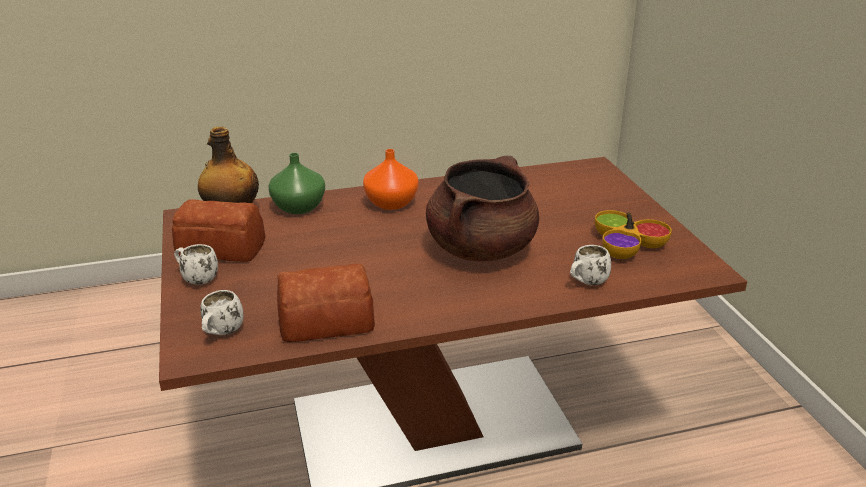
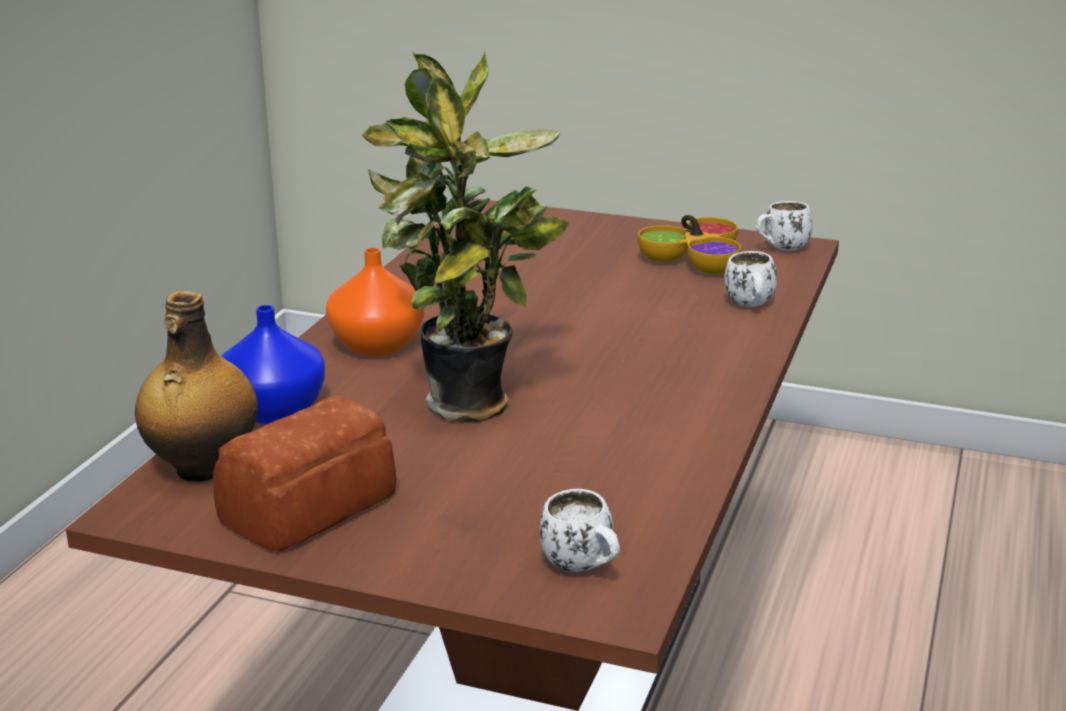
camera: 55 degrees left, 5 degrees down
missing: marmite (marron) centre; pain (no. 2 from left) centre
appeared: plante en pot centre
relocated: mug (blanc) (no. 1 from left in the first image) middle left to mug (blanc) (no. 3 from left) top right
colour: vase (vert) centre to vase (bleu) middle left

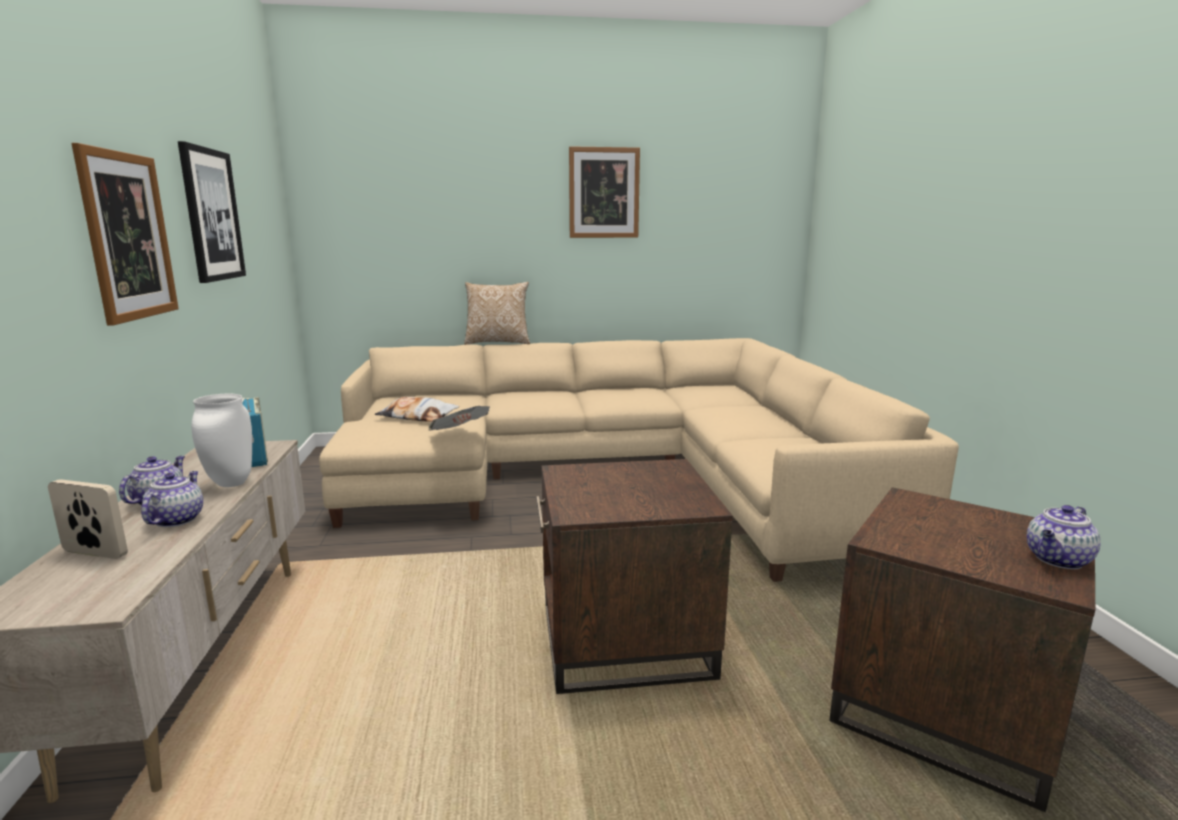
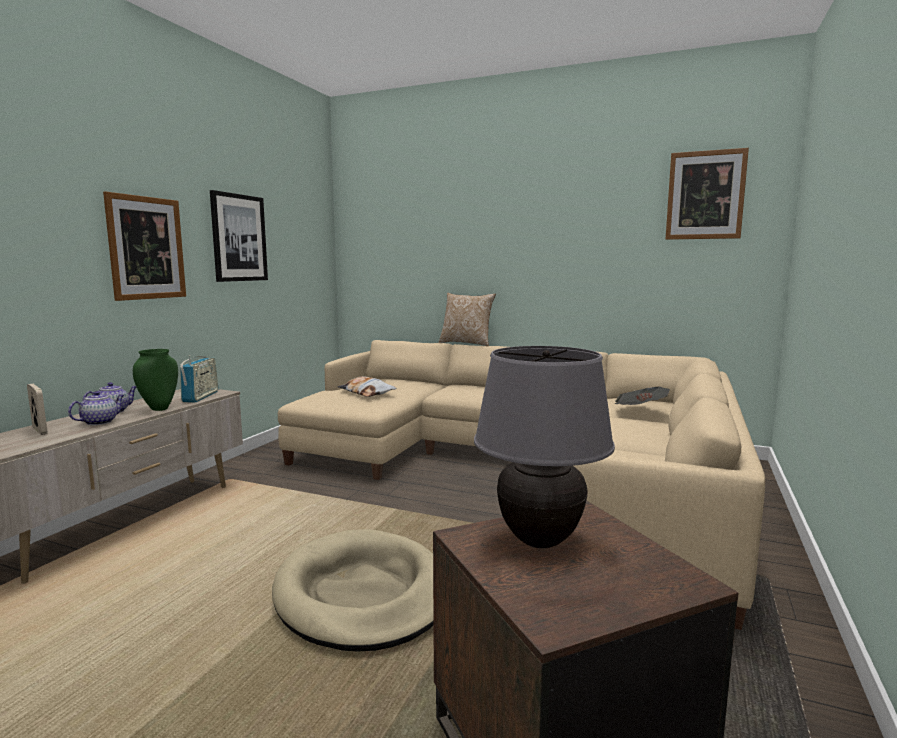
camera: 30 degrees right, 5 degrees down
missing: théière (no. 3 from left) middle right
appeared: lampe de table (gris) centre
relocated: tableau (no. 3 from left) top centre to top right; journal centre to middle right
exchanged: table d'appoint (marron) (no. 1 from left) bottom centre to panier pour chien (beige) bottom centre
colour: vase (blanc) middle left to vase (vert) middle left

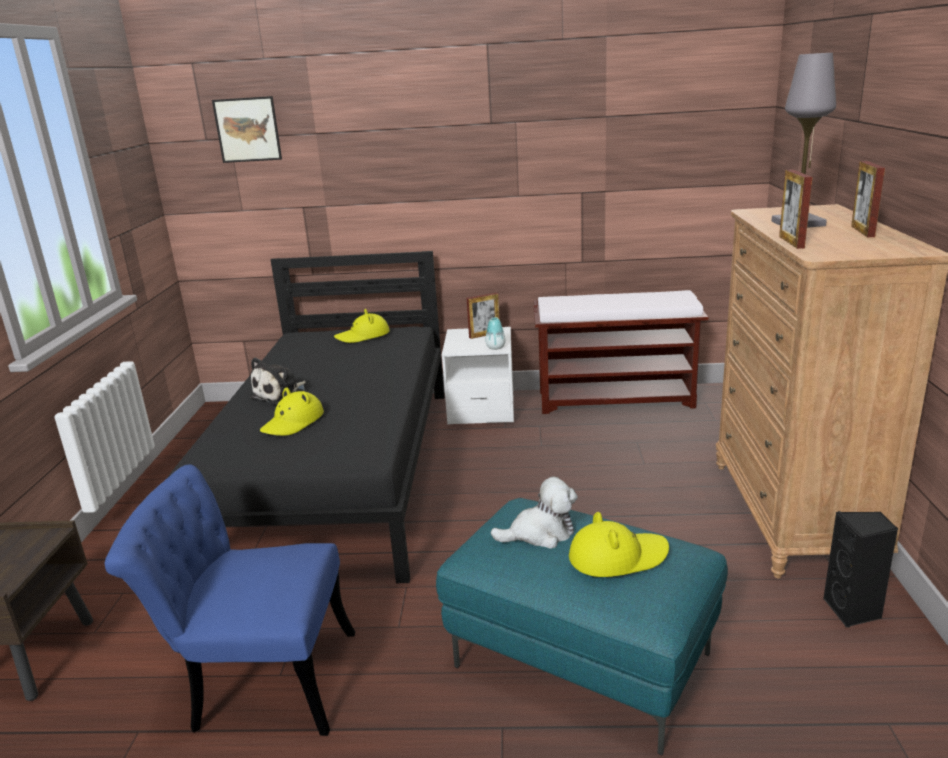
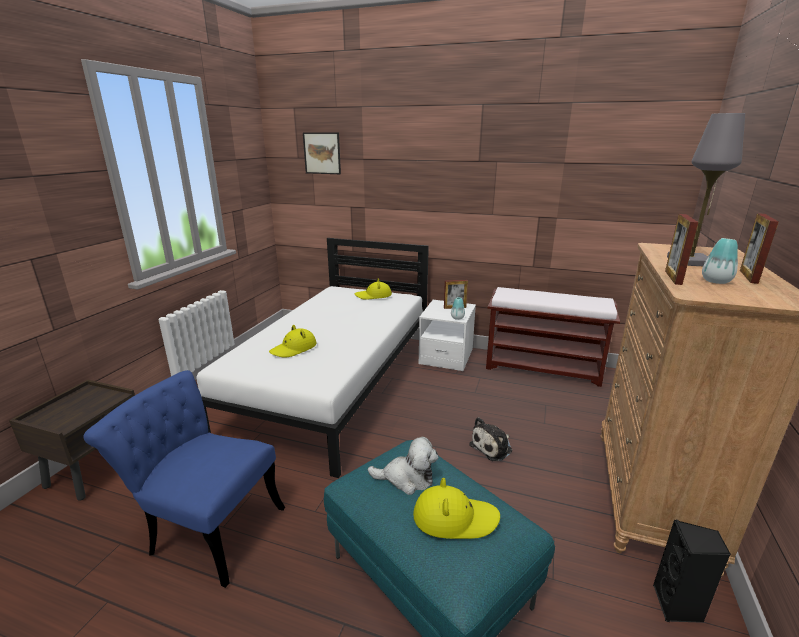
camera: 15 degrees right, 0 degrees up
appeared: vase (no. 2 from left) middle right
relocated: peluche (no. 1 from left in the first image) middle left to peluche (no. 2 from left) bottom centre
colour: lit (noir) middle left to lit (blanc) centre

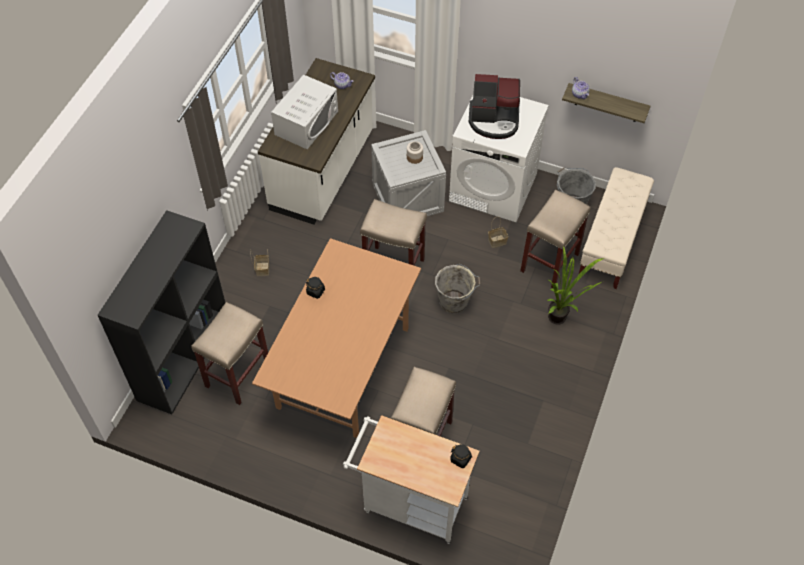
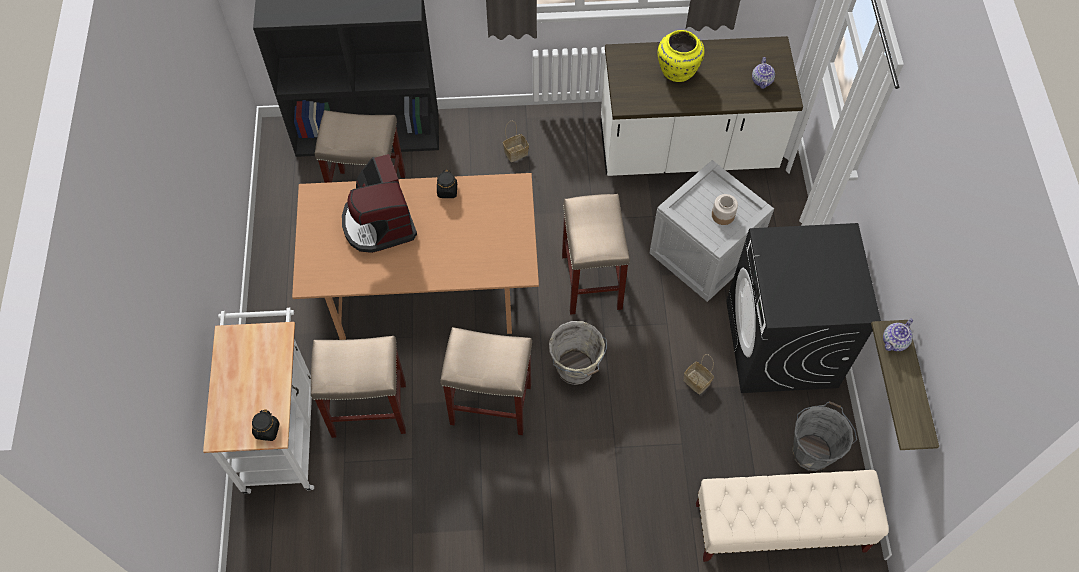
camera: 65 degrees right, 5 degrees up
missing: plante en pot middle right
relocated: machine à café top centre to centre; tabouret (beige) (no. 4 from left in the first image) middle right to tabouret (beige) (no. 3 from left) centre
exchanged: micro-ondes (blanc) top centre to vase (jaune) top centre
colour: lave-linge (blanc) top centre to lave-linge (noir) middle right

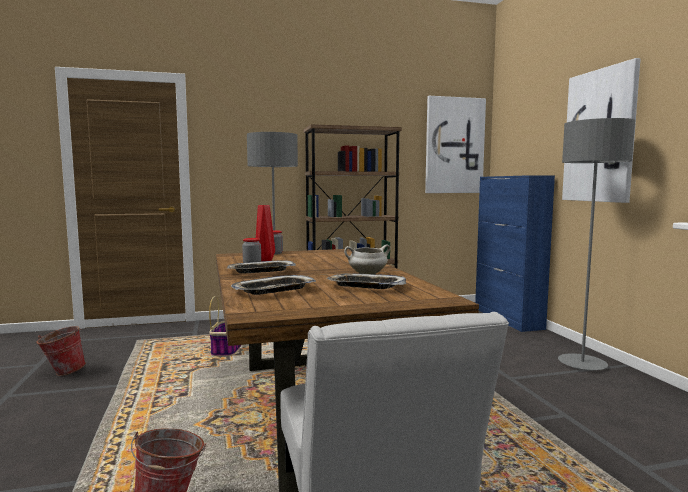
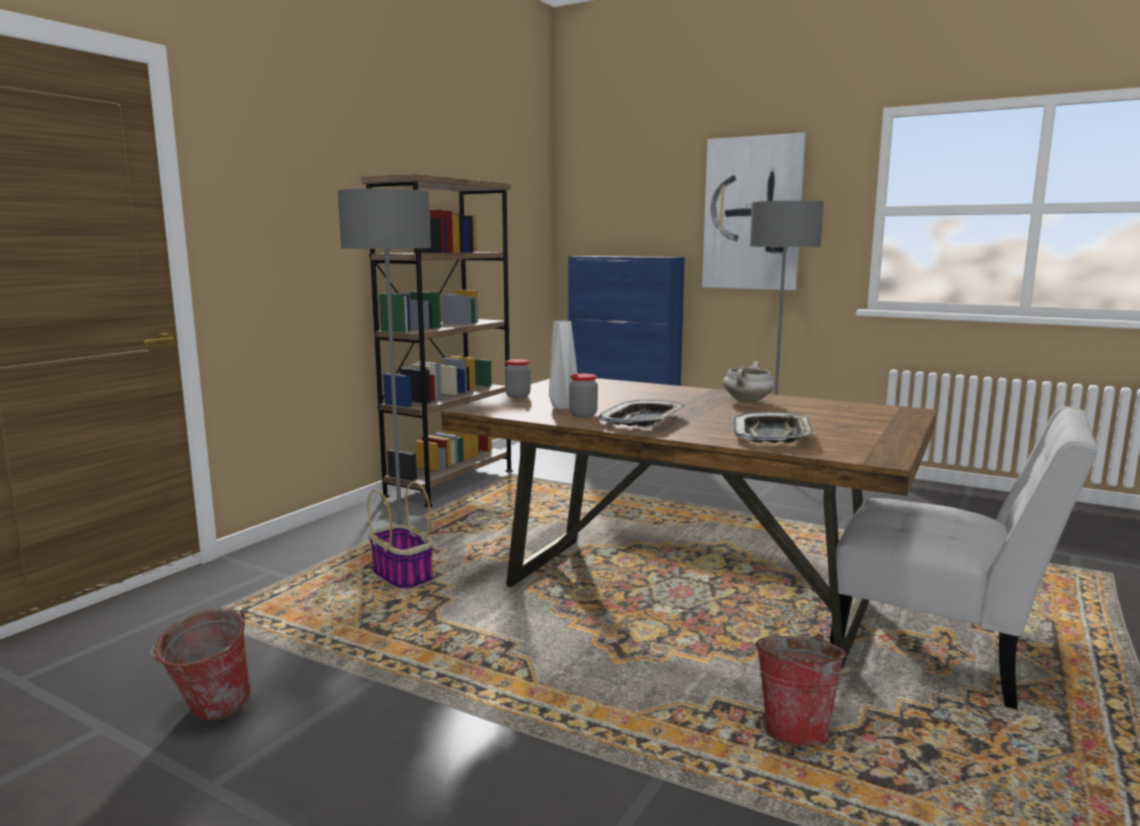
camera: 45 degrees left, 5 degrees up
missing: tableau (no. 1 from left) top centre; plateau (no. 3 from left) centre
colour: vase (rouge) centre to vase (gris) centre

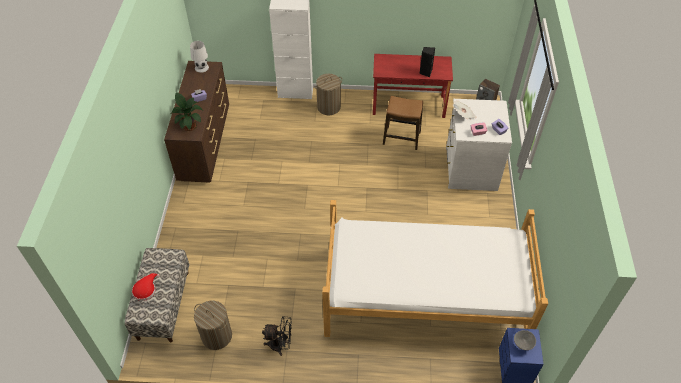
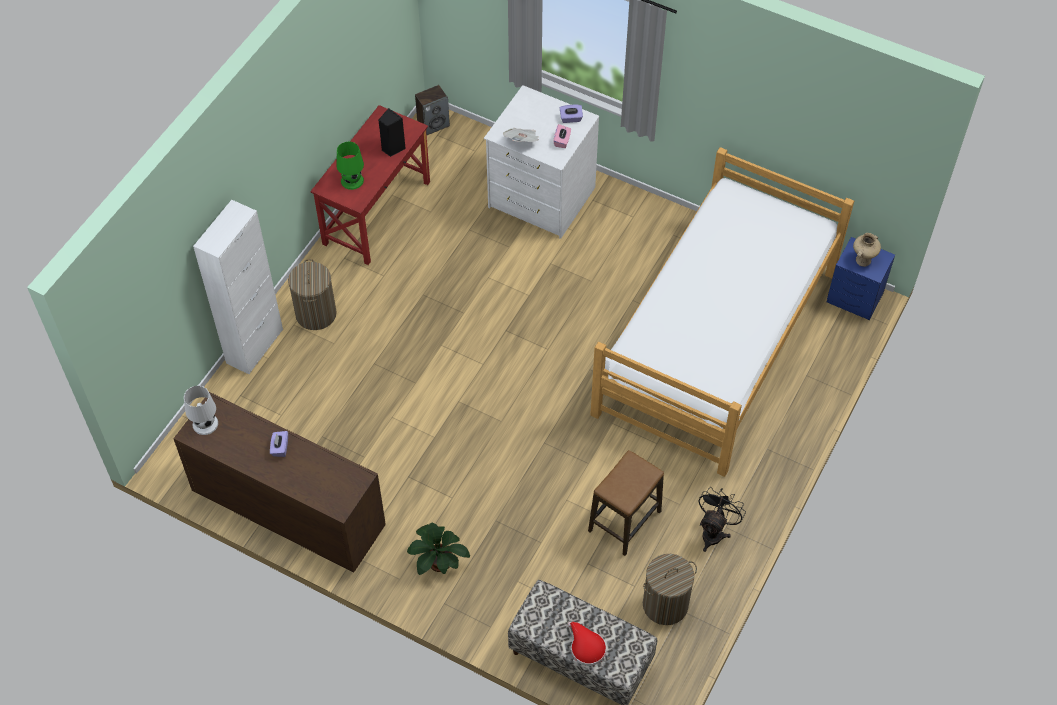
camera: 65 degrees left, 5 degrees up
appeared: lampe de table (vert) top left
relocated: plante en pot top left to bottom centre; tabouret top centre to bottom centre
exchanged: bol (gris) bottom right to vase (beige) middle right

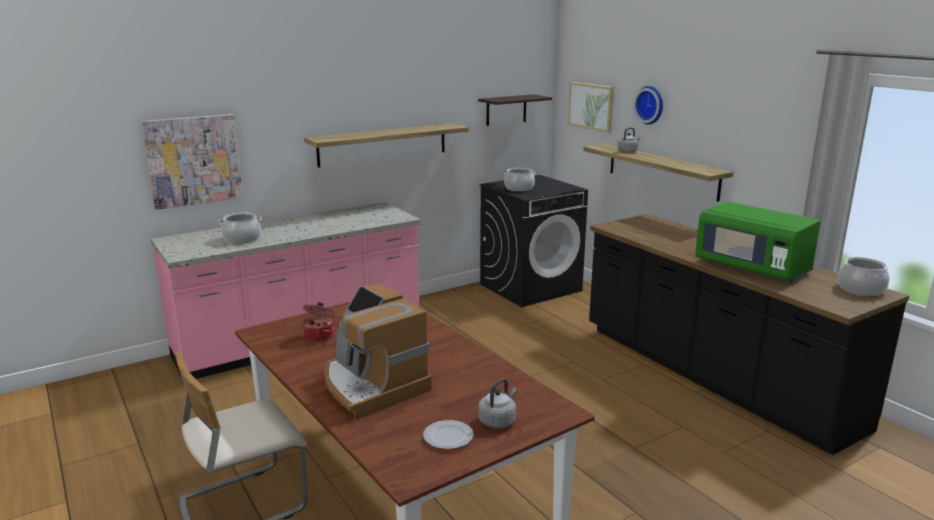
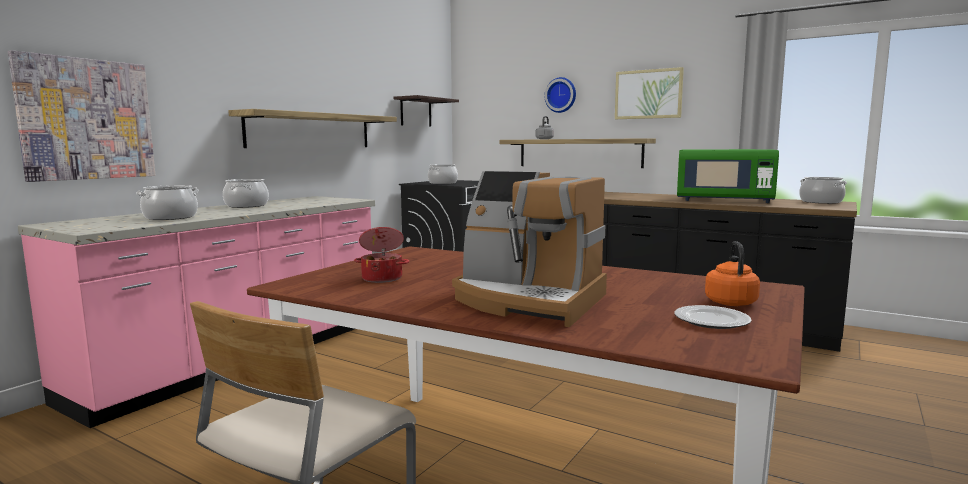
camera: 25 degrees left, 10 degrees down
appeared: marmite (no. 2 from left) middle left
relocated: tableau (no. 2 from left) top centre to top right
colour: bouilloire (gris) (no. 1 from left) bottom centre to bouilloire (orange) middle right

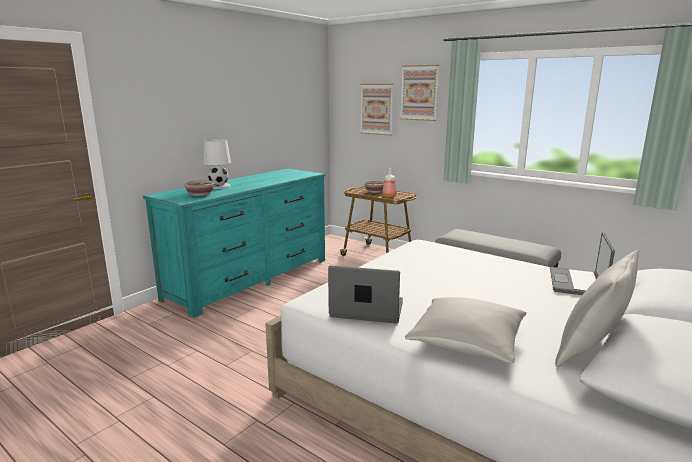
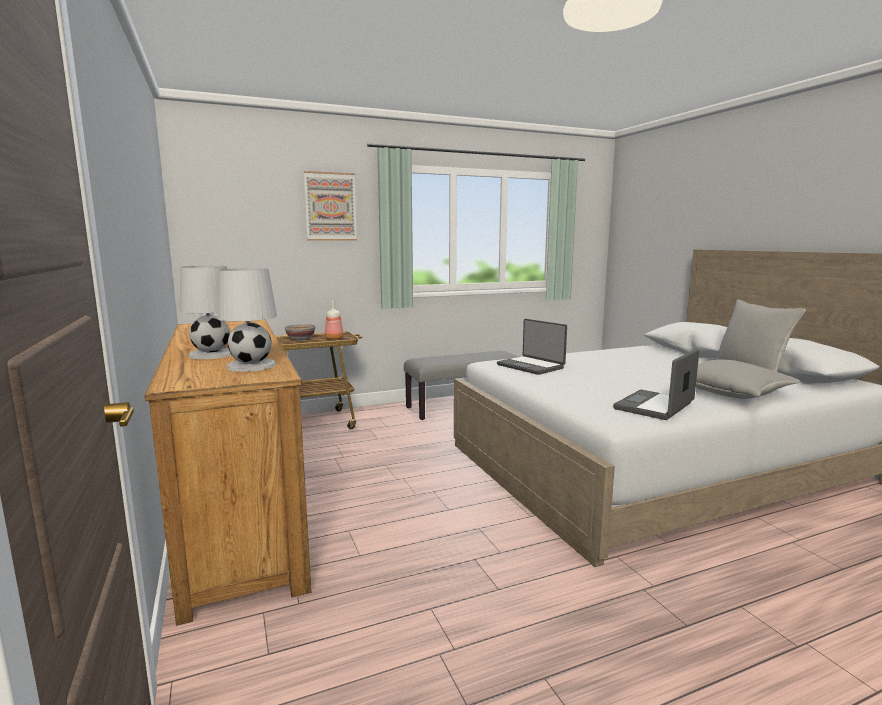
camera: 60 degrees left, 5 degrees down
missing: tableau (no. 1 from left) top centre
relocated: ordinateur portable (no. 2 from left in the first image) middle right to ordinateur portable (no. 1 from left) centre
exchanged: bol (no. 1 from left) middle left to lampe de table (blanc) (no. 2 from left) middle left
colour: commode (turquoise) centre to commode (marron) bottom left

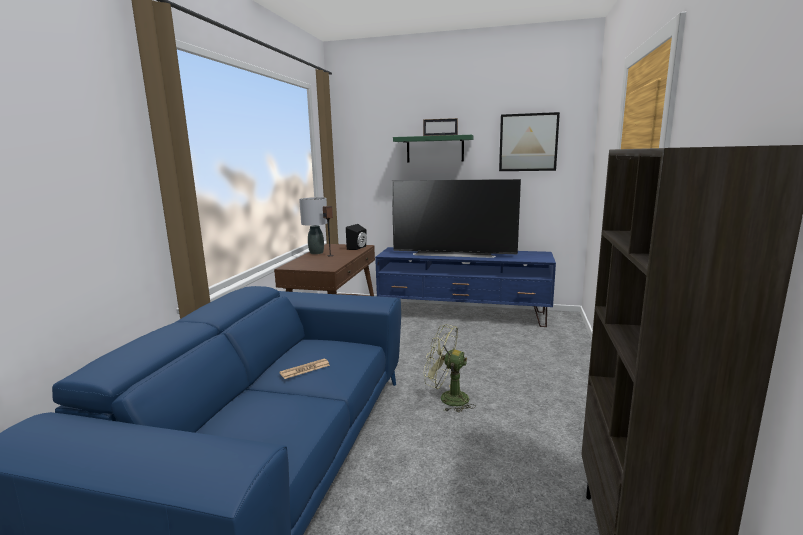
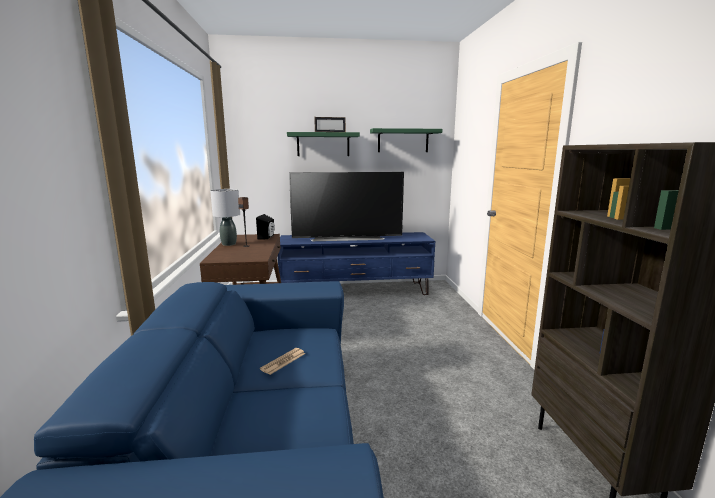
camera: 20 degrees left, 0 degrees up
missing: ventilateur (vert) bottom centre
exchanged: tableau top centre to étagère (vert) (no. 2 from left) top centre

